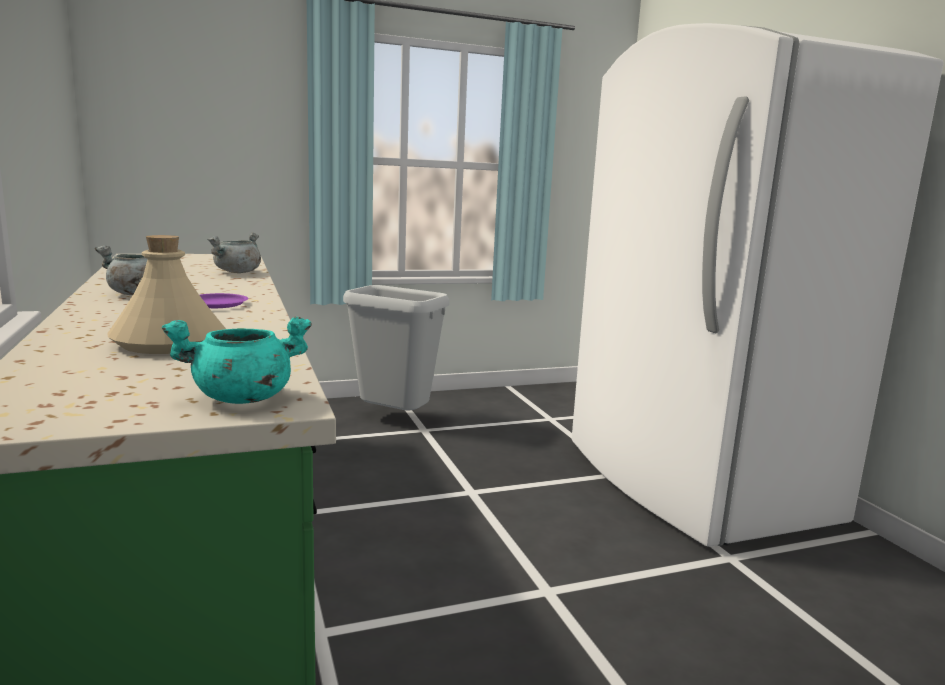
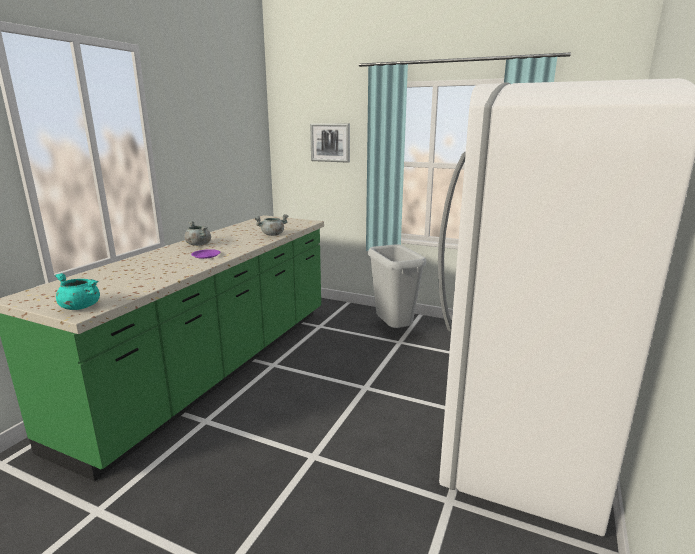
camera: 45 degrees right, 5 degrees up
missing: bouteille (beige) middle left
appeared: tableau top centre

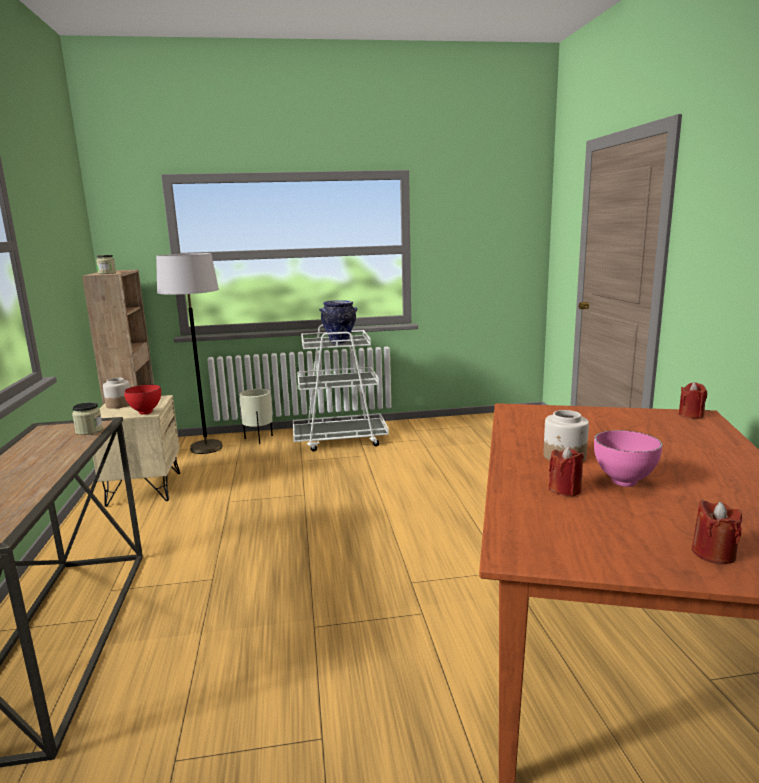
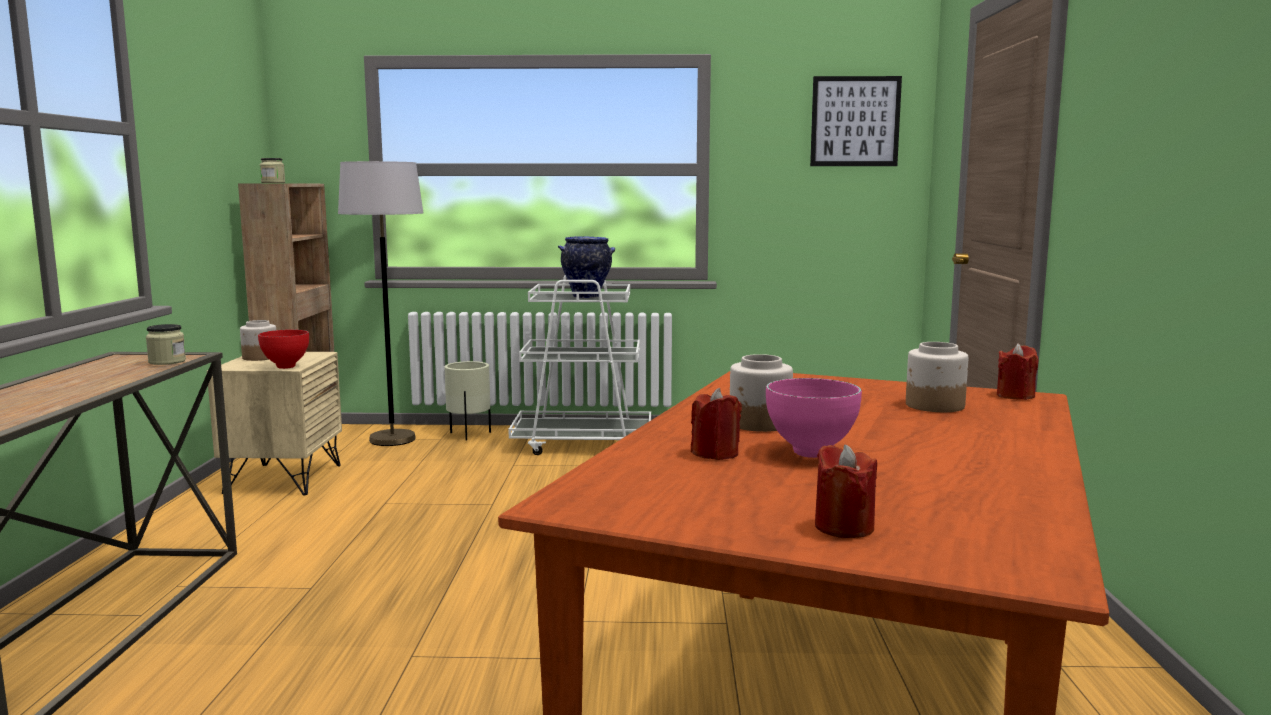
camera: 10 degrees right, 5 degrees down
appeared: tableau top right; bocal (no. 5 from left) middle right

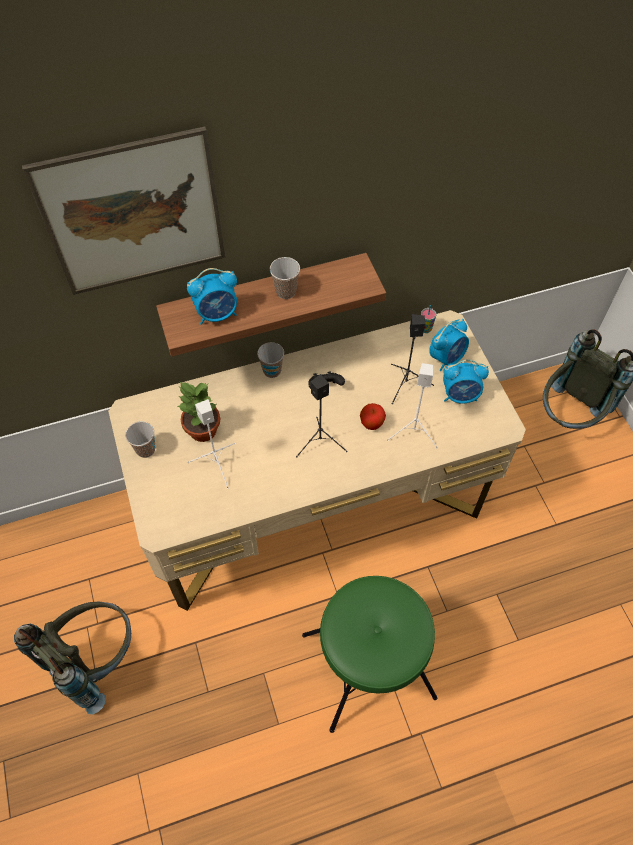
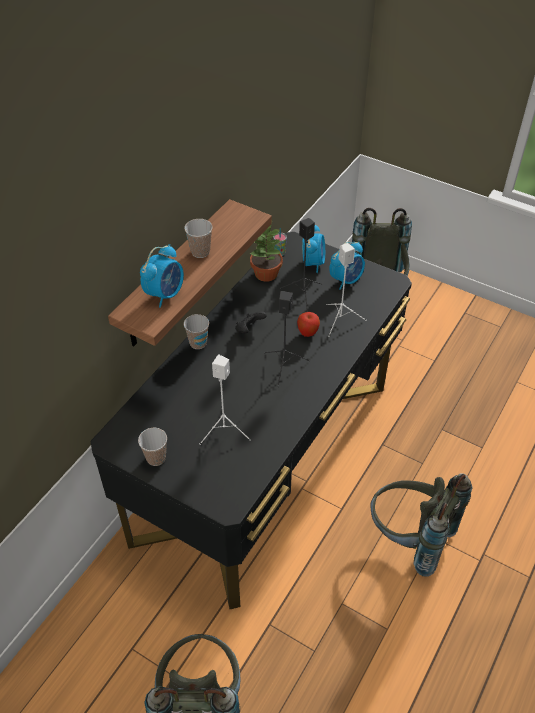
camera: 40 degrees left, 10 degrees down
missing: tableau top left
relocated: plante en pot middle left to centre
exchanged: tabouret (vert) bottom centre to sac à dos (gris) (no. 3 from left) bottom right
colour: bureau (beige) centre to bureau (noir) centre

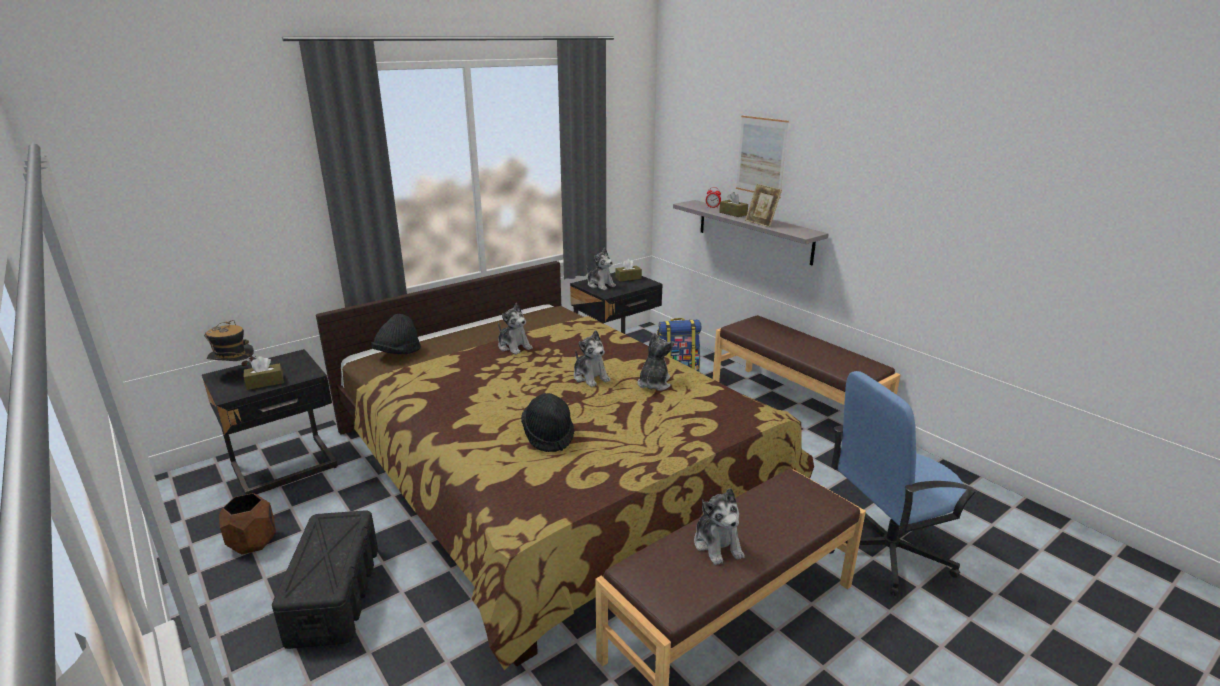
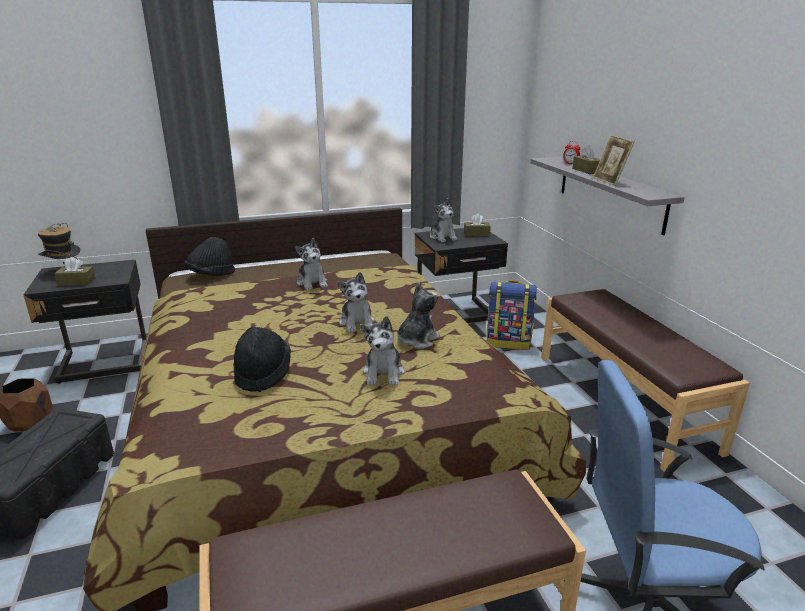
camera: 20 degrees right, 0 degrees up
missing: tableau top centre
relocated: peluche (no. 5 from left in the first image) bottom centre to peluche (no. 3 from left) centre

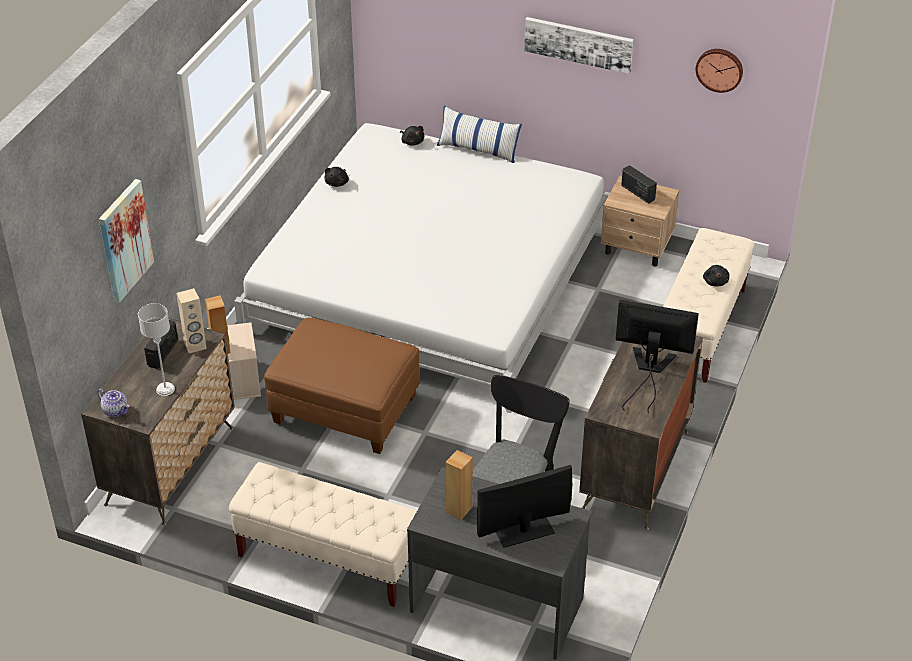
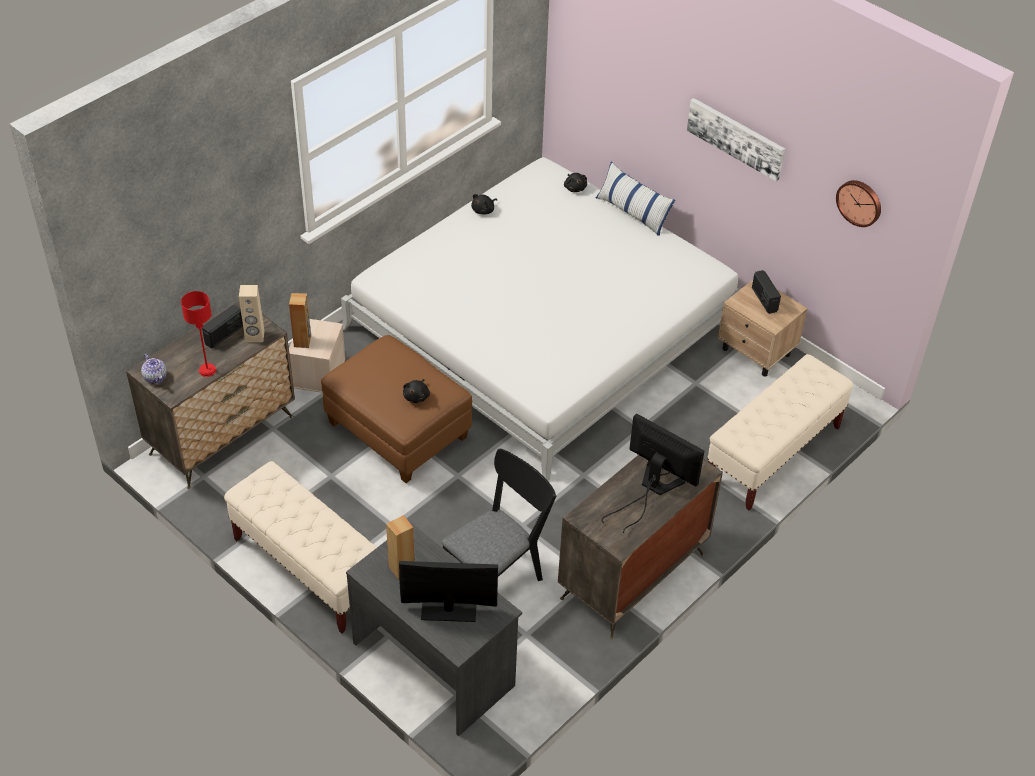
camera: 20 degrees right, 5 degrees up
missing: tableau (no. 1 from left) middle left
relocated: peluche (noir) (no. 3 from left in the first image) middle right to peluche (noir) (no. 1 from left) centre
colour: lampe de table (gris) middle left to lampe de table (rouge) middle left

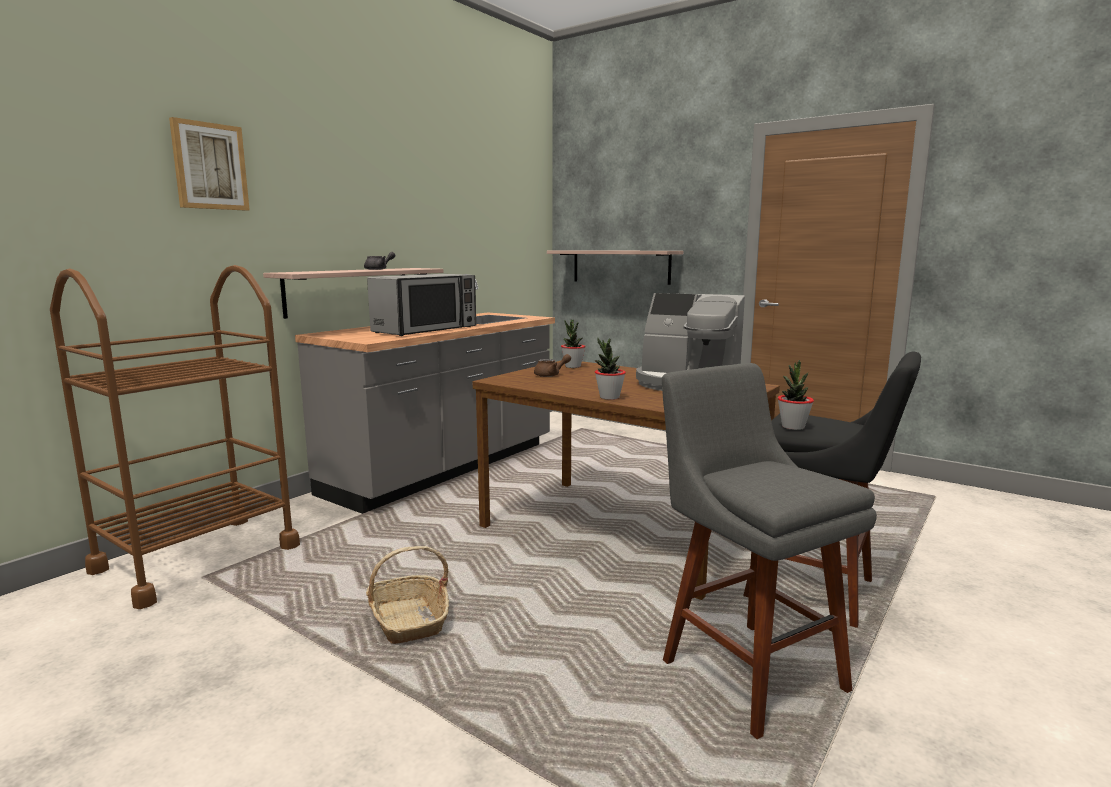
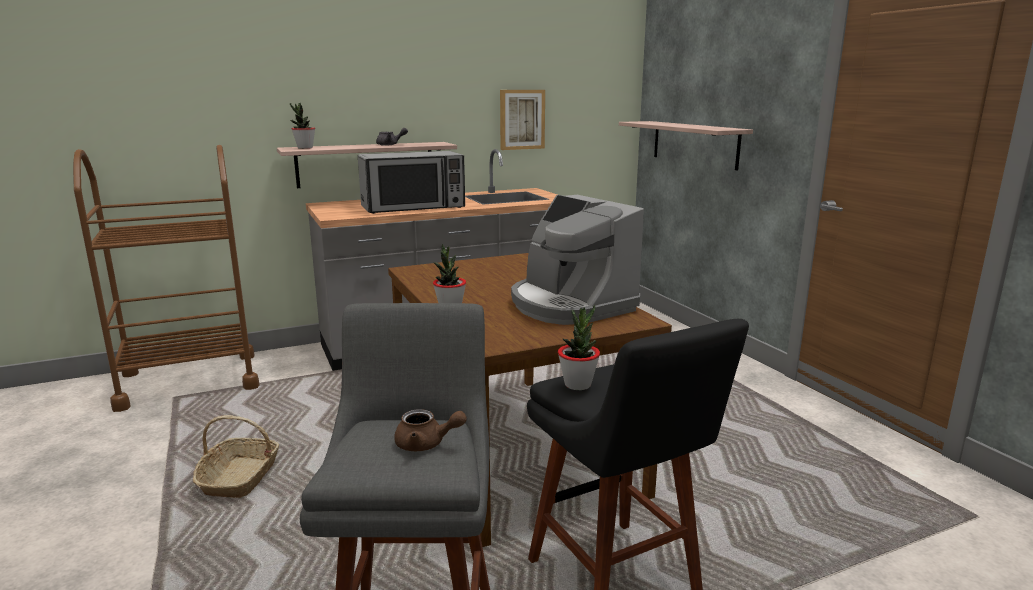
camera: 30 degrees right, 5 degrees up
relocated: tableau top left to top centre; plante en pot (no. 1 from left) centre to top left; théière (marron) centre to bottom centre

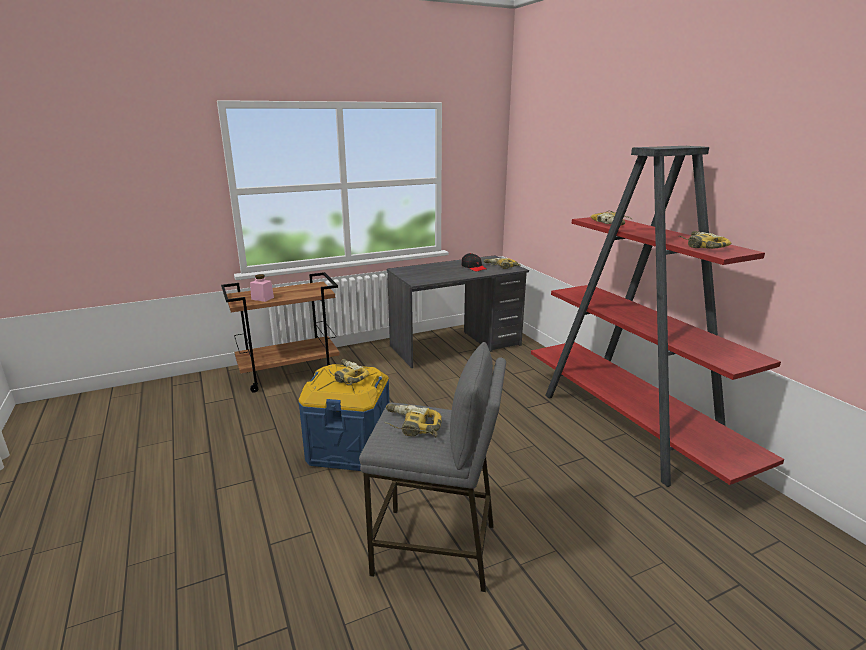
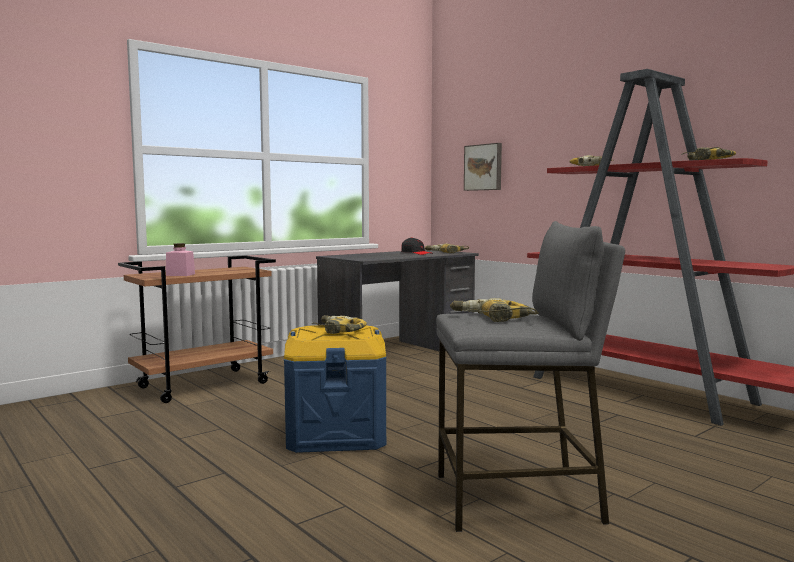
camera: 15 degrees left, 15 degrees down
appeared: tableau top centre

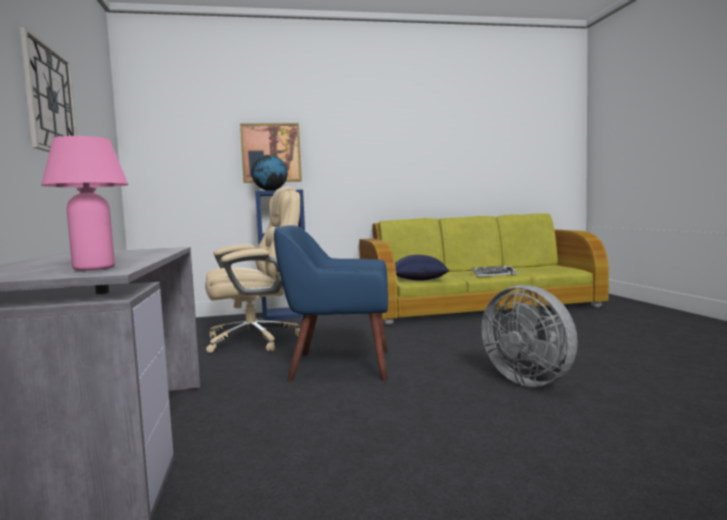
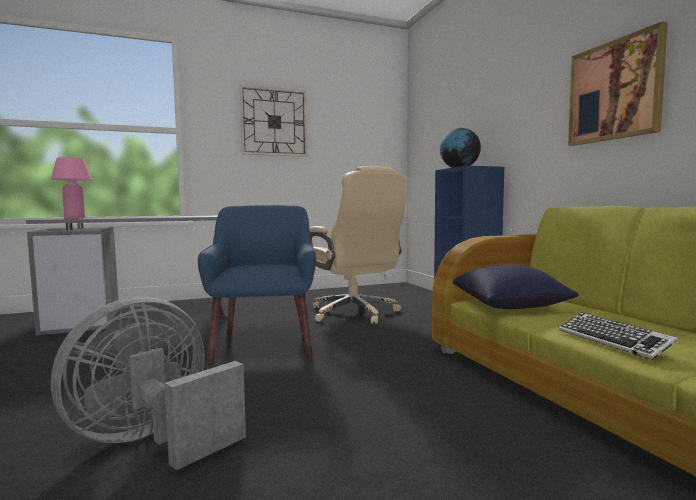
camera: 80 degrees right, 0 degrees up
relocated: tableau top centre to top right

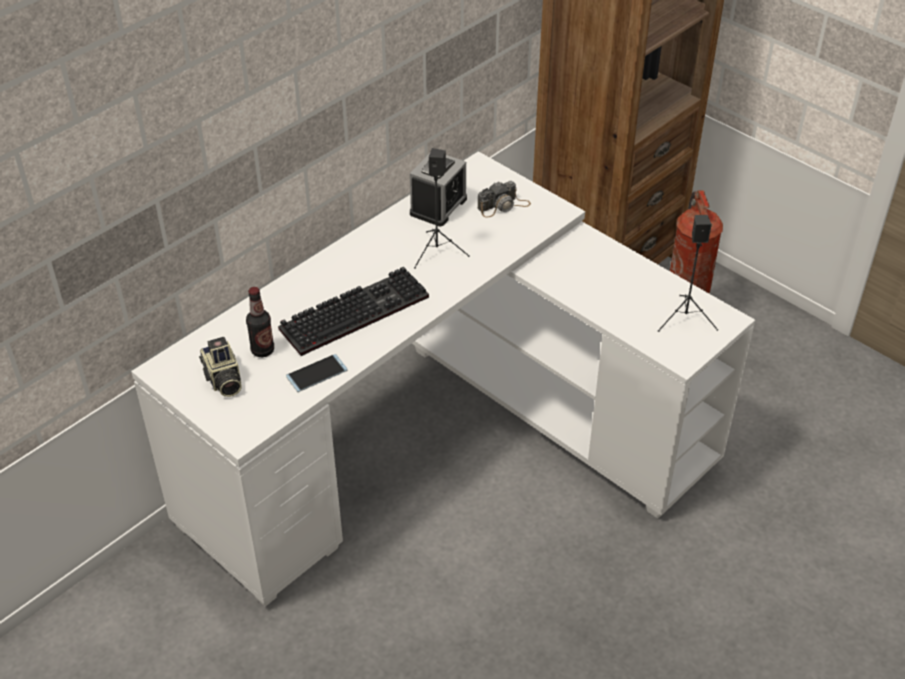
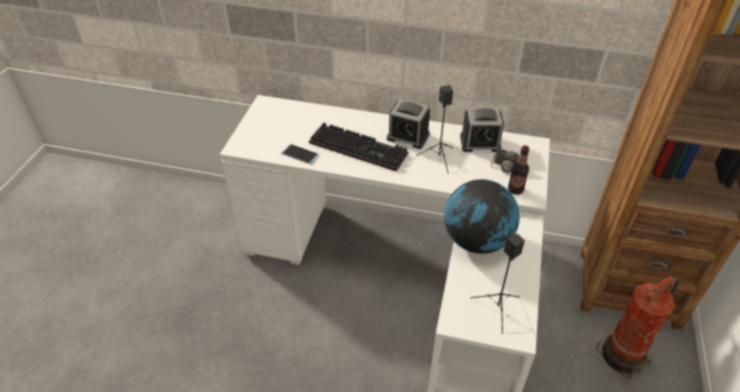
camera: 60 degrees right, 0 degrees up
missing: appareil photo (no. 1 from left) middle left
appeared: réveil (no. 1 from left) top centre; globe centre
relocated: bouteille middle left to middle right

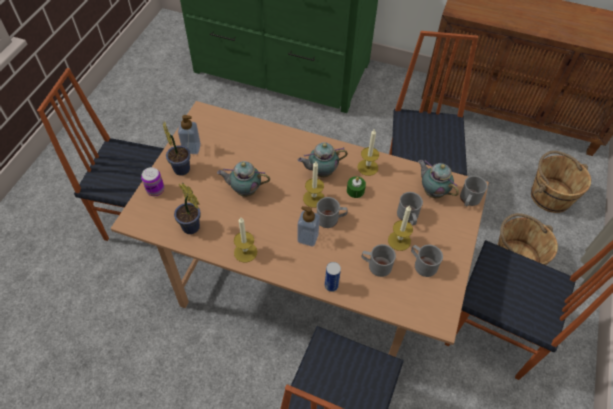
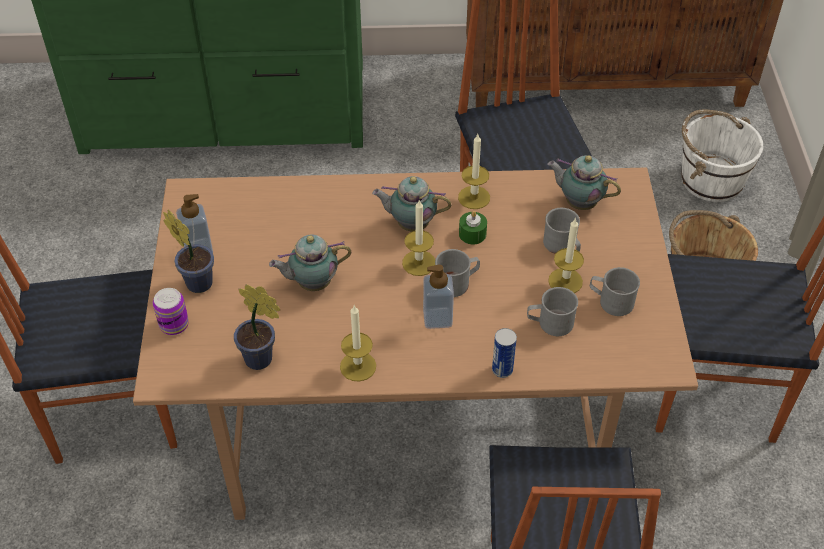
camera: 20 degrees left, 5 degrees down
missing: mug (gris) (no. 5 from left) middle right
colour: seau (marron) (no. 2 from left) middle right to seau (blanc) top right
spun: théière (no. 2 from left) centre = centre 45 degrees clockwise

